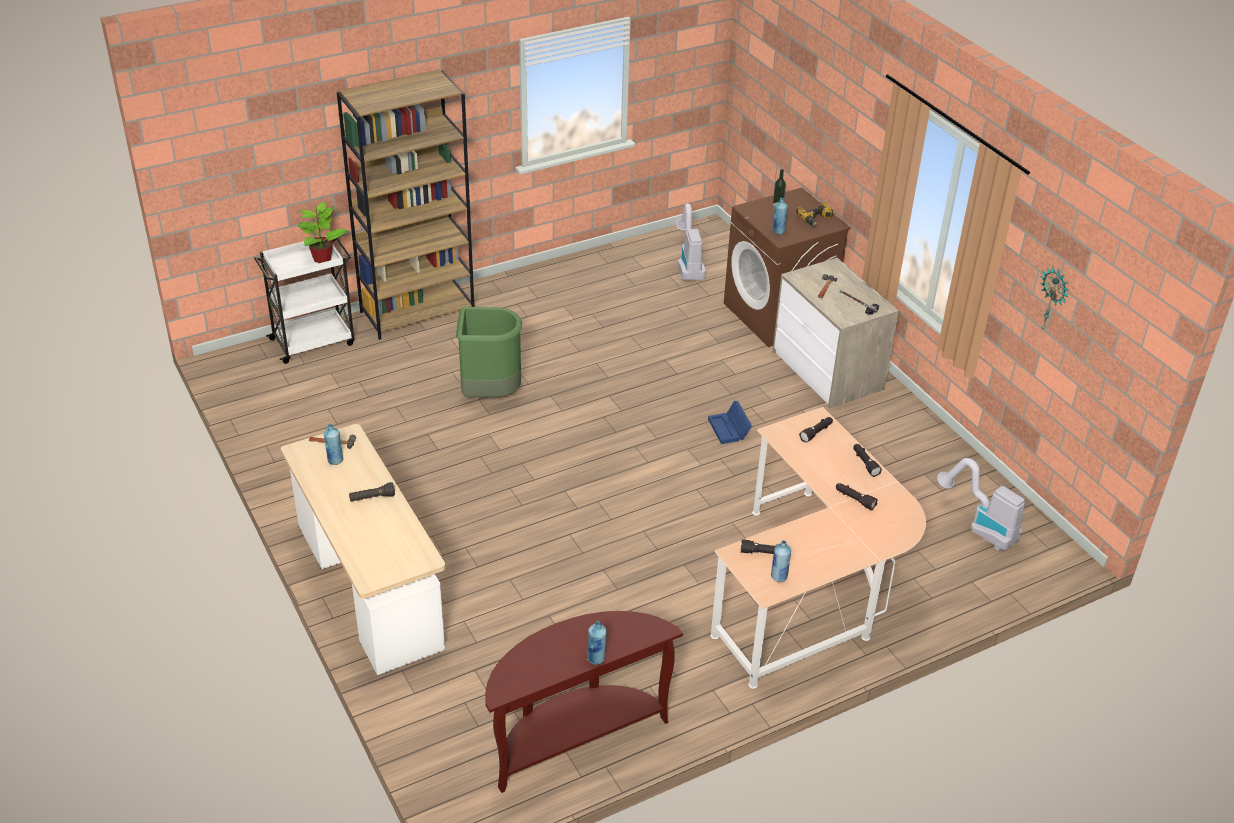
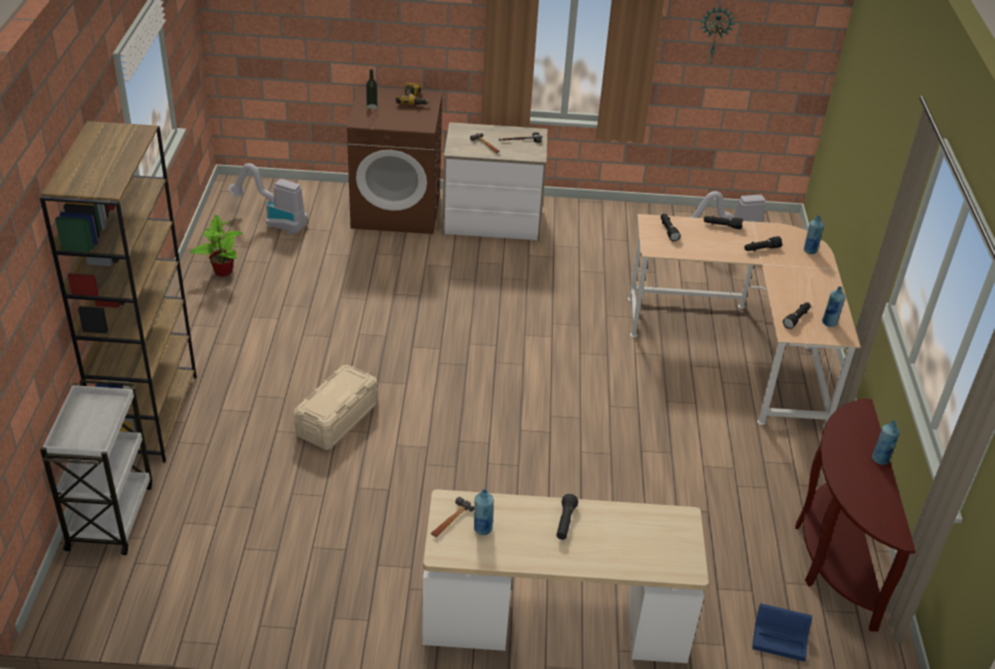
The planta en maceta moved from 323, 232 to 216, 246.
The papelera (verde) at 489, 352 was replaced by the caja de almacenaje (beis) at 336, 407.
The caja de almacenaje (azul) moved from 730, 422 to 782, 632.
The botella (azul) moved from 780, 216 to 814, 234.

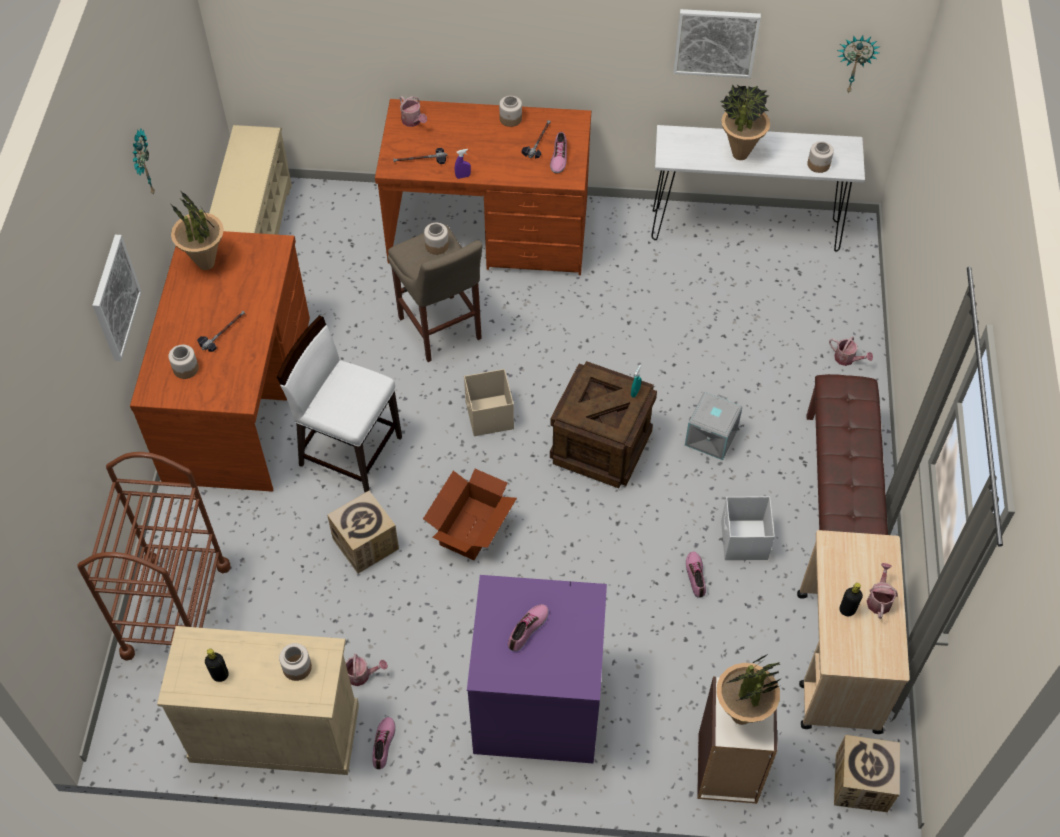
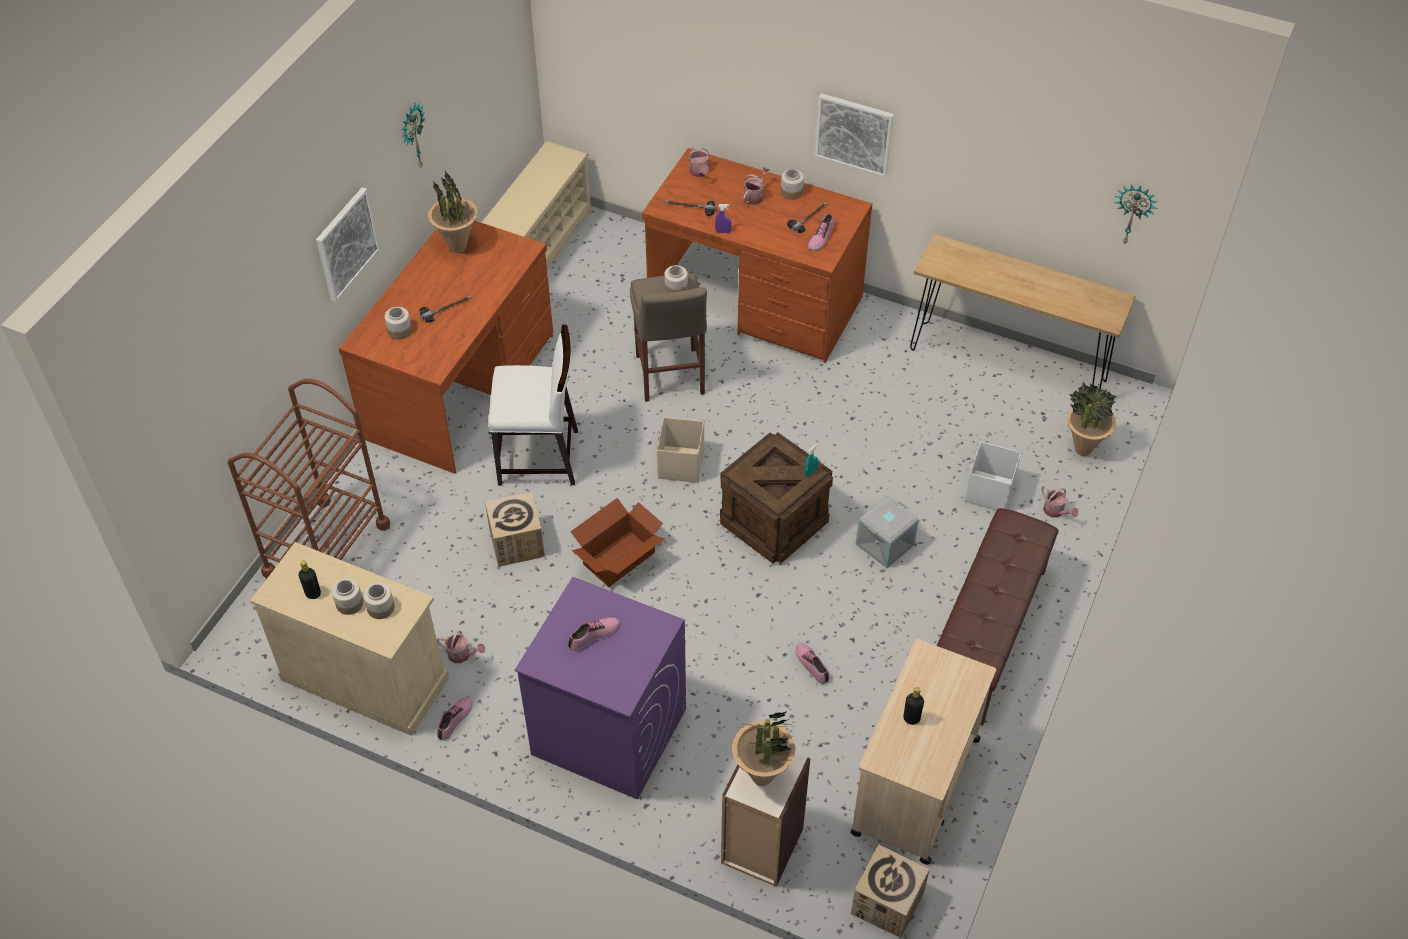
The tarro moved from 820, 157 to 347, 596.
The silla (blanco) at 339, 404 turned 135 degrees clockwise.
The regadera moved from 882, 591 to 756, 186.
The zapato at 696, 574 turned 45 degrees counterclockwise.
The cuadro moved from 717, 43 to 854, 135.
The mesa consola (blanco) at 758, 188 became the mesa consola (marrón) at 1023, 311.
The caja de almacenaje (blanco) moved from 748, 528 to 992, 476.
The planta en maceta moved from 745, 122 to 1092, 419.

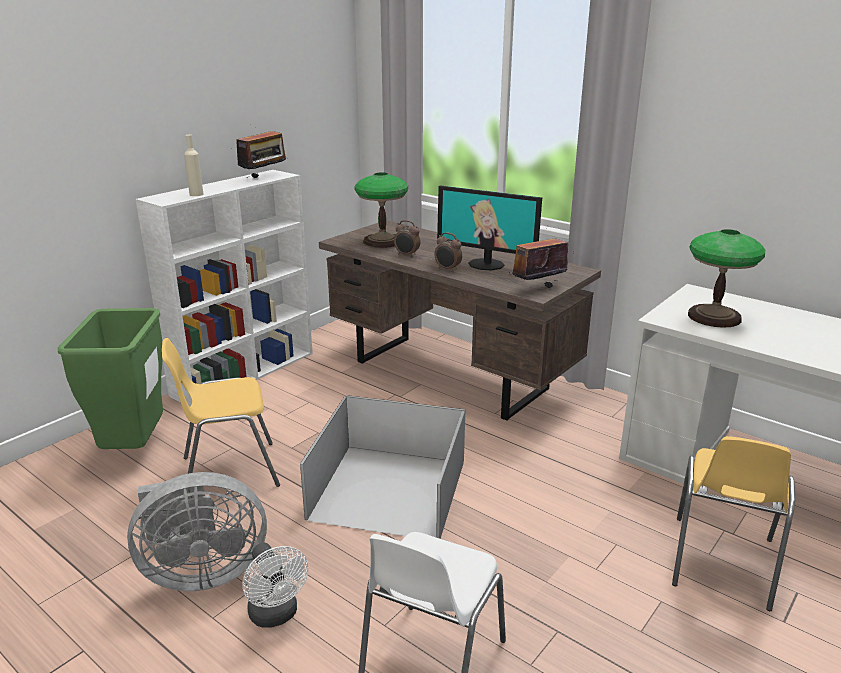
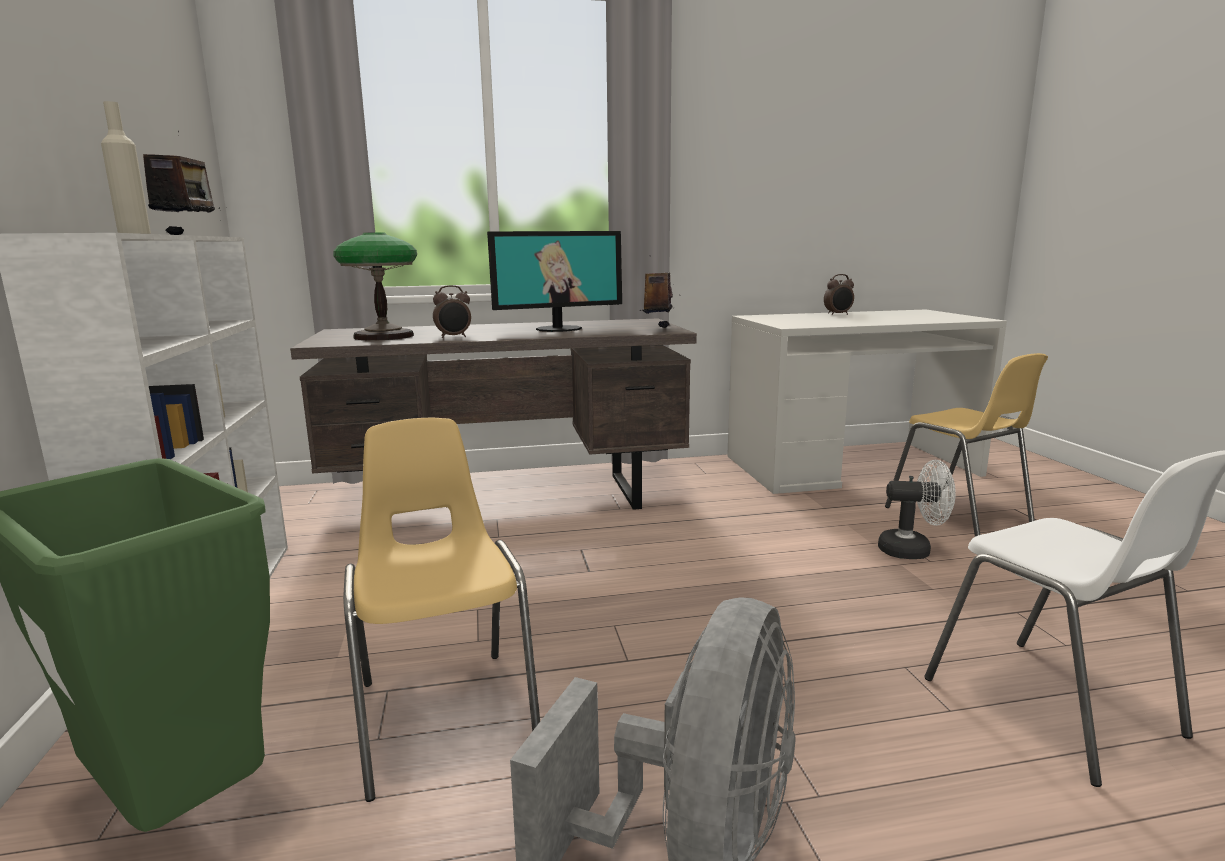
The silla (amarillo) at 221, 412 turned 135 degrees clockwise.
The despertador moved from 448, 252 to 839, 294.
The ventilador (blanco) moved from 275, 585 to 917, 509.
The caja de almacenaje (gris) at 382, 467 disappeared.
The lámpara de mesa at 726, 278 disappeared.

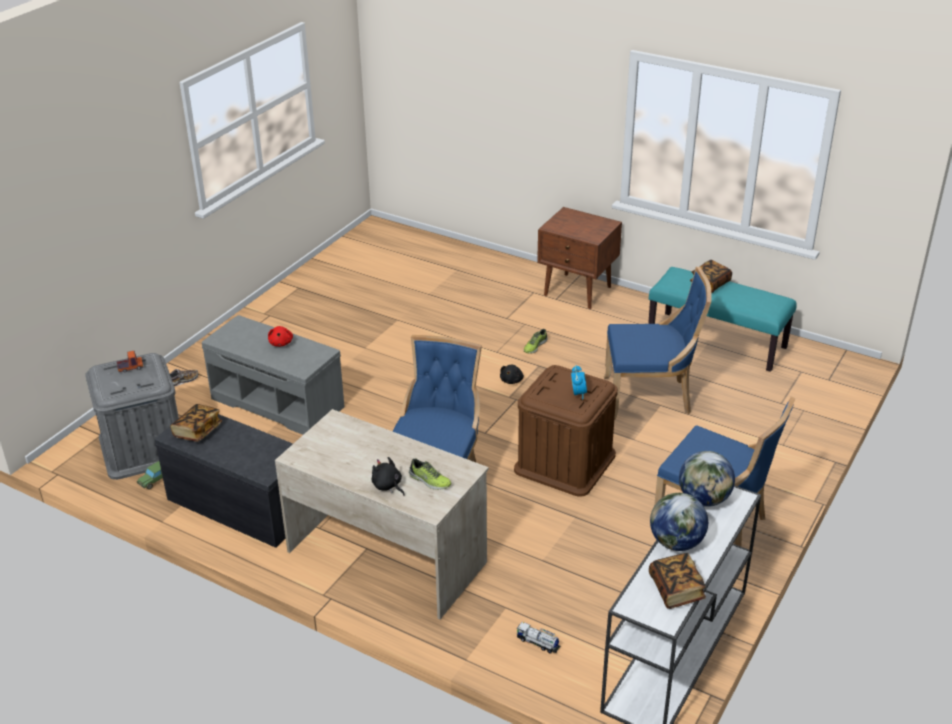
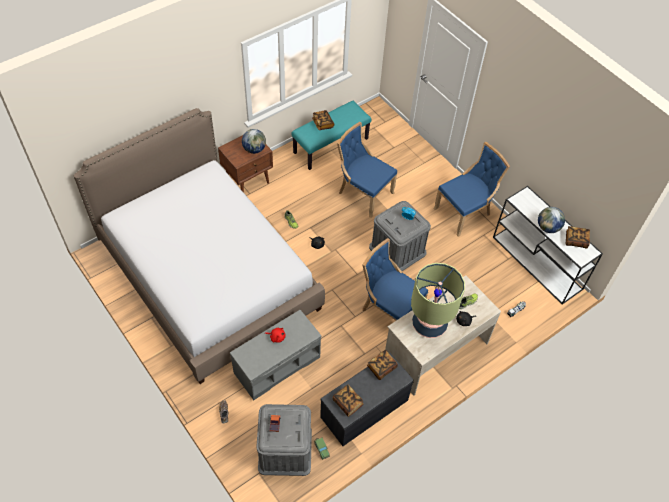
The cama at 199, 246 appeared.
The globo terráqueo moved from 707, 479 to 254, 141.
The silla (azul) at 658, 343 turned 75 degrees counterclockwise.
The libro at 382, 365 appeared.
The caja de almacenaje (marrón) at 566, 431 became the caja de almacenaje (gris) at 400, 236.
The lámpara de mesa at 438, 300 appeared.

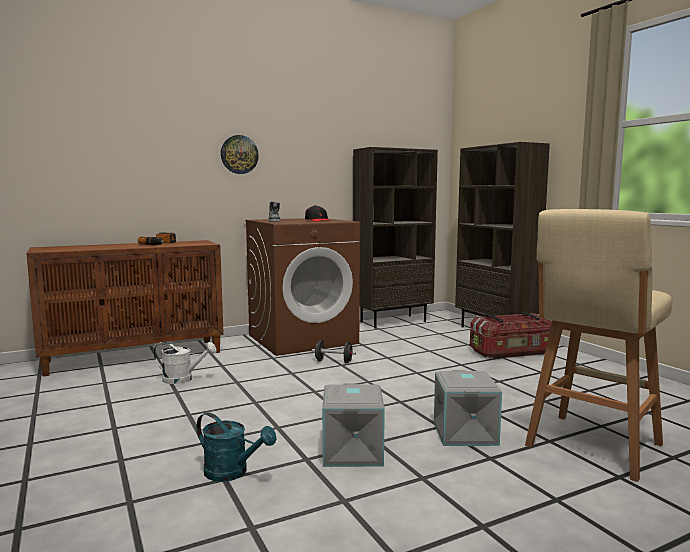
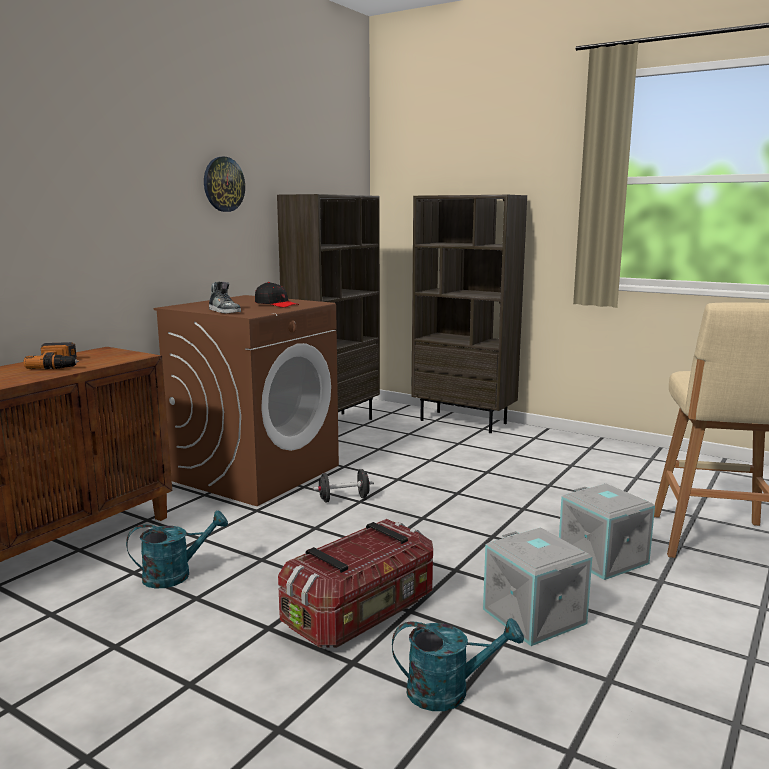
The regadera (blanco) at 184, 363 became the regadera (turquesa) at 177, 549.
The reloj de pared moved from 240, 154 to 224, 184.
The caja de almacenaje moved from 511, 335 to 355, 583.

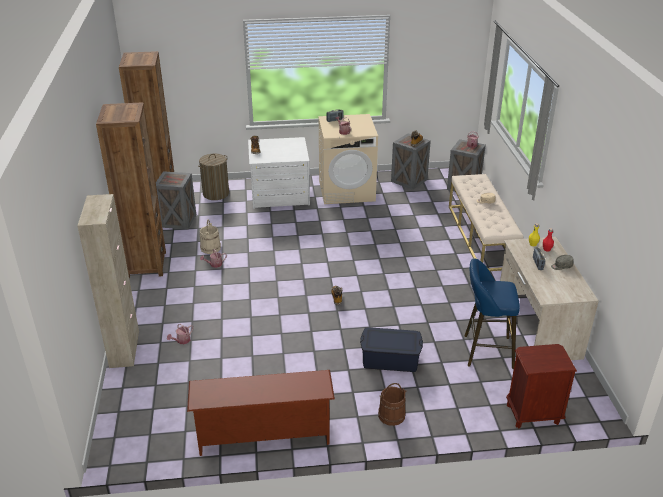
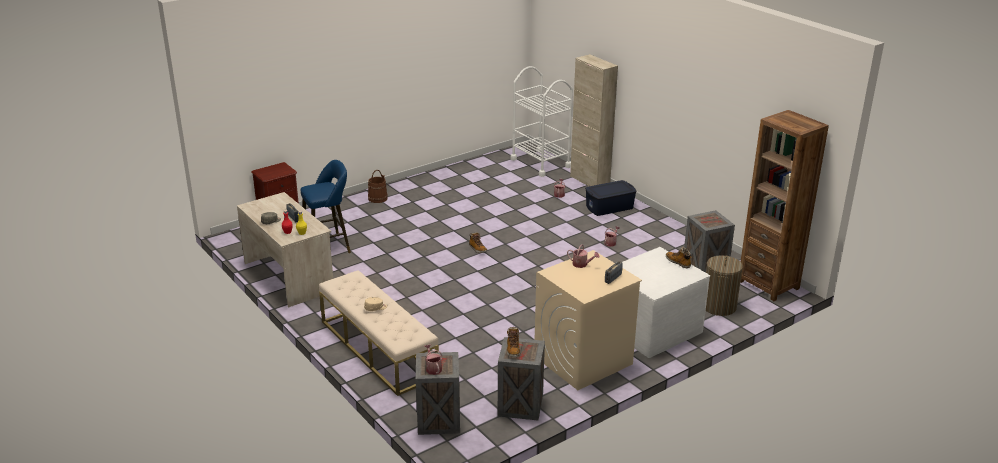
The carrito (blanco) at 541, 121 appeared.
The caja de almacenaje (azul) moved from 391, 349 to 611, 198.
The estantería (marrón) at 131, 190 disappeared.
The zapatero (marrón) at 261, 413 disappeared.
The cubo (beis) at 210, 236 disappeared.

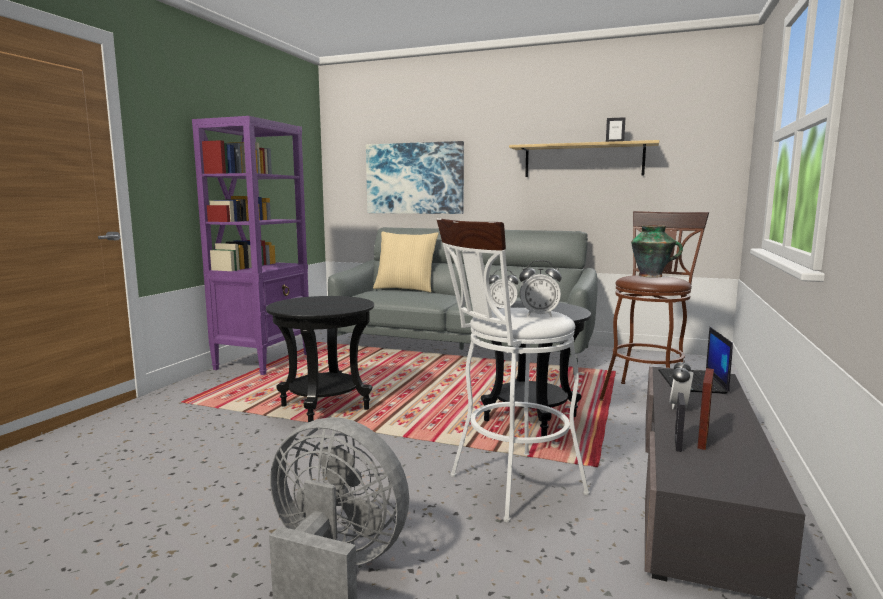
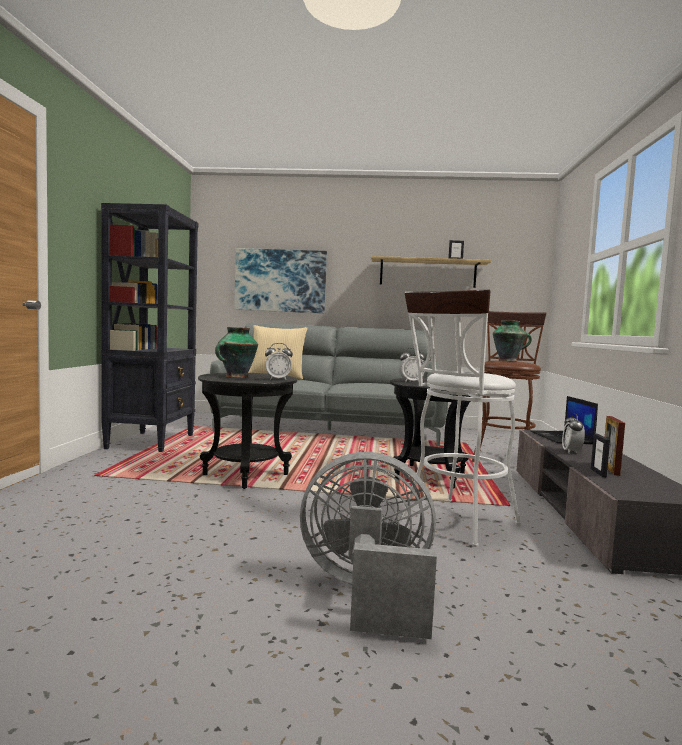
The estantería (morado) at 250, 245 became the estantería (negro) at 149, 327.
The florero at 236, 352 appeared.
The despertador moved from 540, 288 to 279, 361.

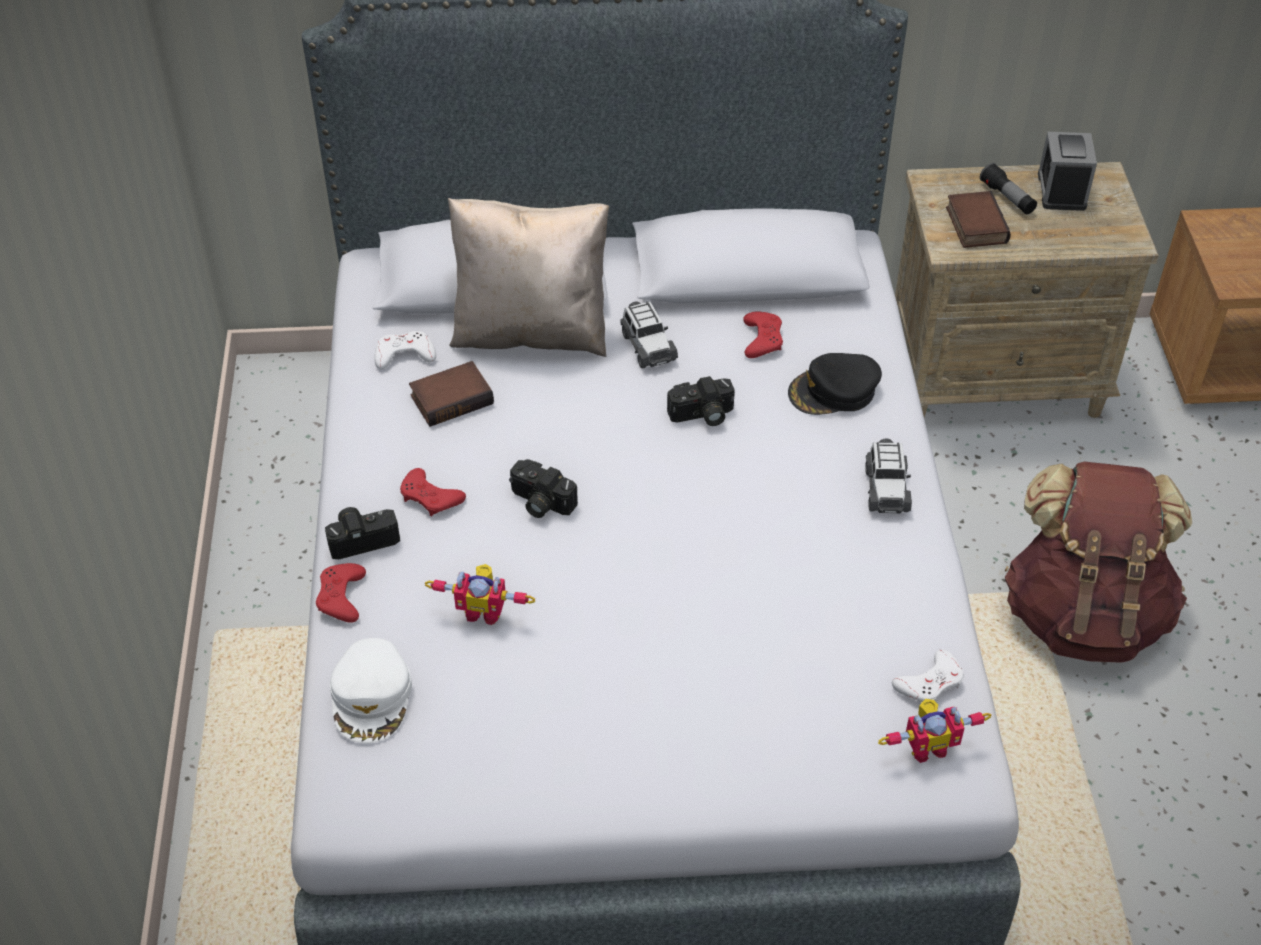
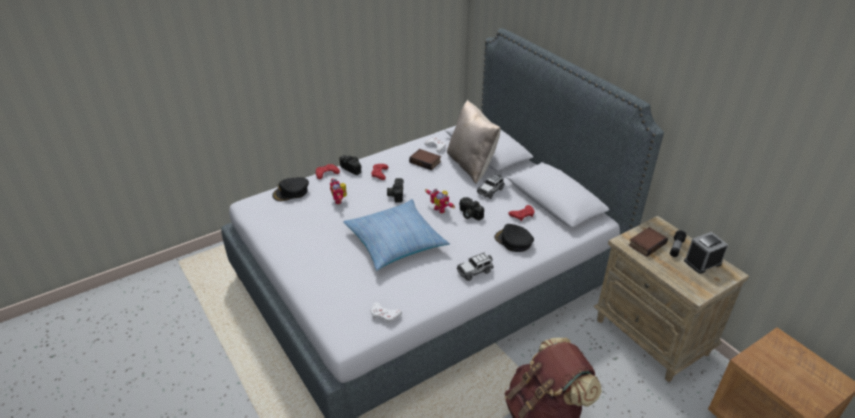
The gorra (blanco) at 371, 690 became the gorra (negro) at 290, 189.
The cojín at 396, 234 appeared.
The robot de juguete moved from 935, 731 to 440, 201.

